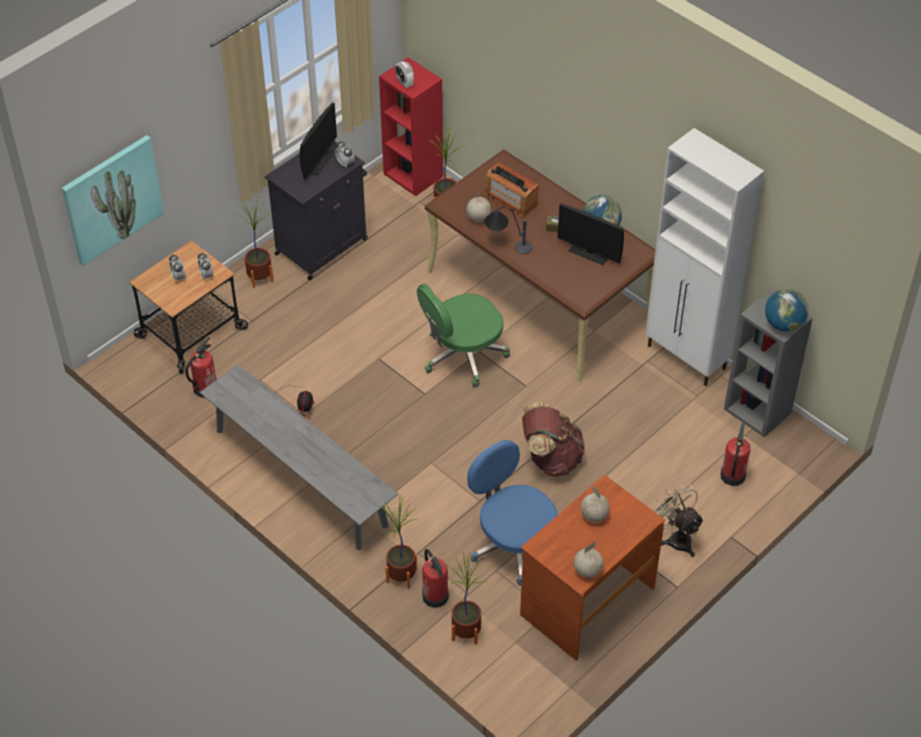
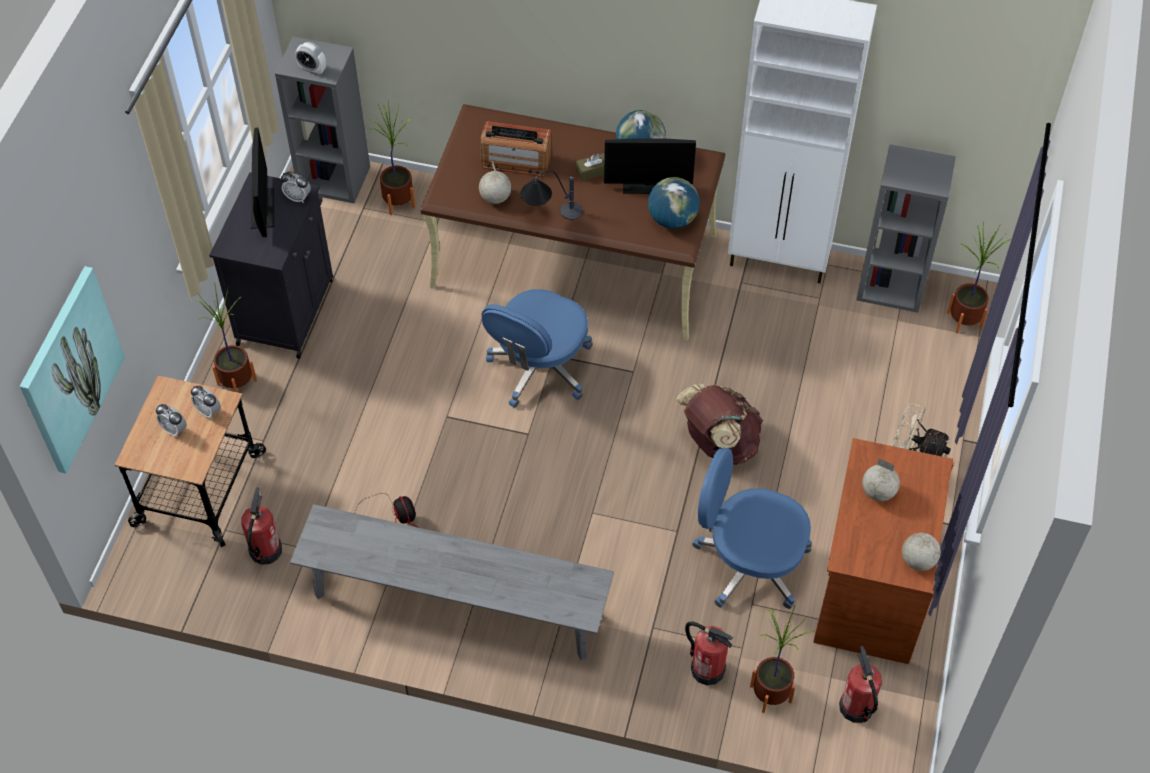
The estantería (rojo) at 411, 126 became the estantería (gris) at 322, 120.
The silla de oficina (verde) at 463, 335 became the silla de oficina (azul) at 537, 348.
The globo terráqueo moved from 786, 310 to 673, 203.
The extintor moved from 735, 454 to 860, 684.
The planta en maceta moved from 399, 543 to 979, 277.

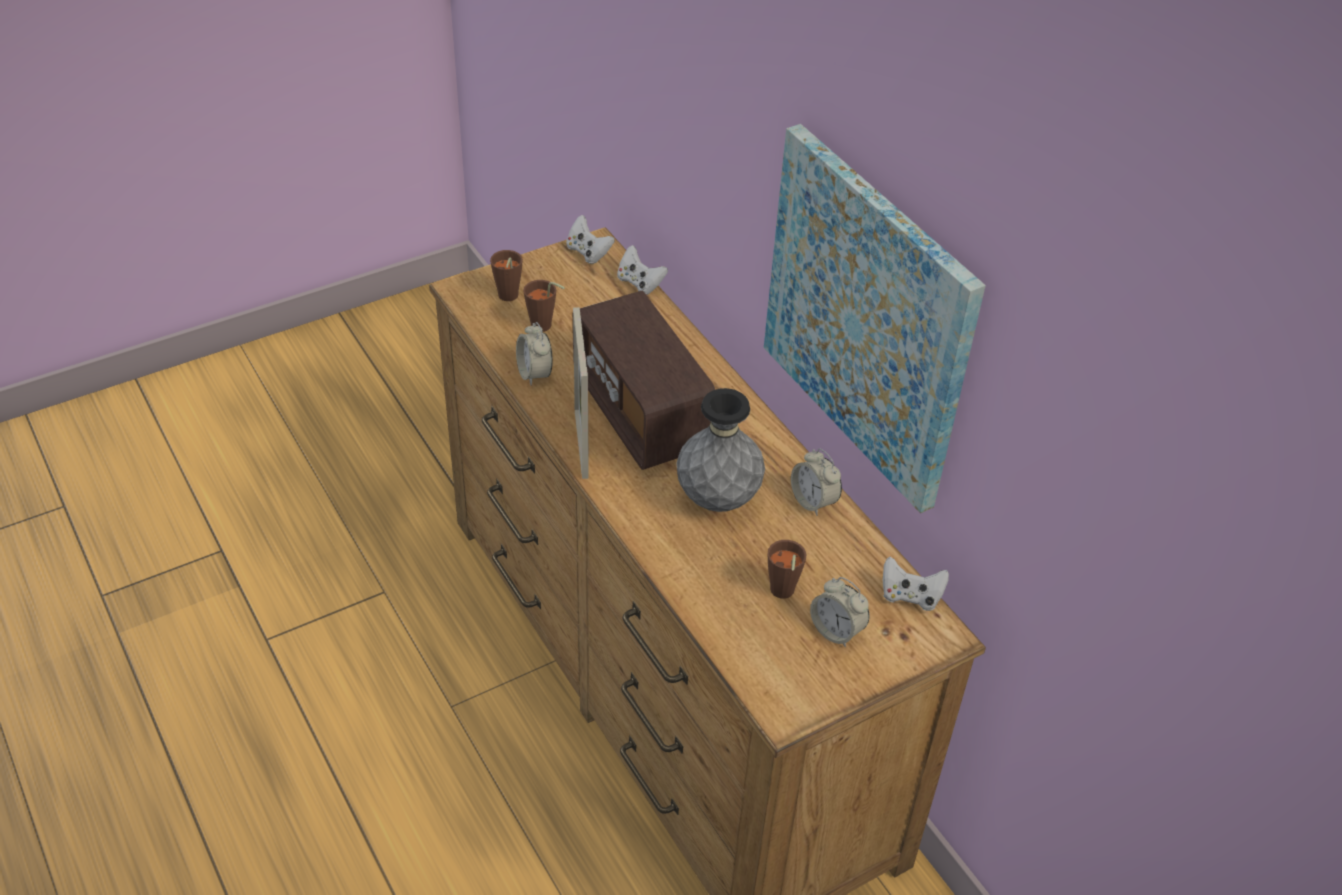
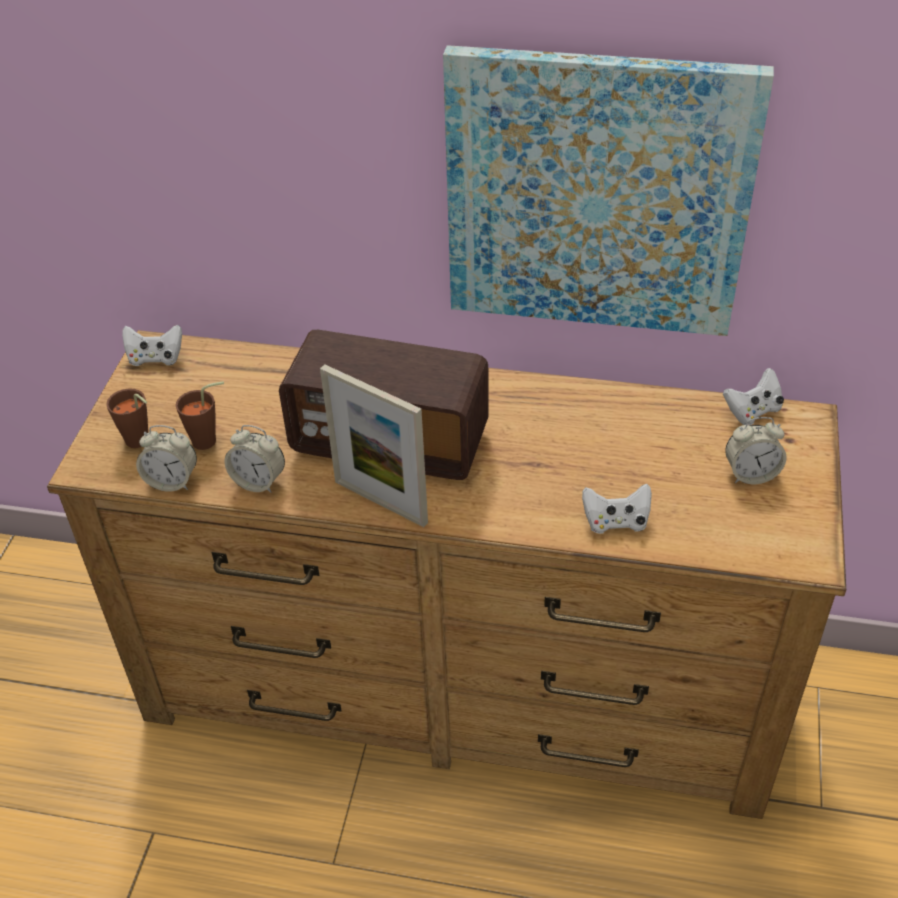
The despertador moved from 816, 482 to 166, 458.
The mando de consola (blanco) moved from 642, 270 to 617, 509.
The florero (gris) at 720, 450 disappeared.
The taza (marrón) at 787, 569 disappeared.

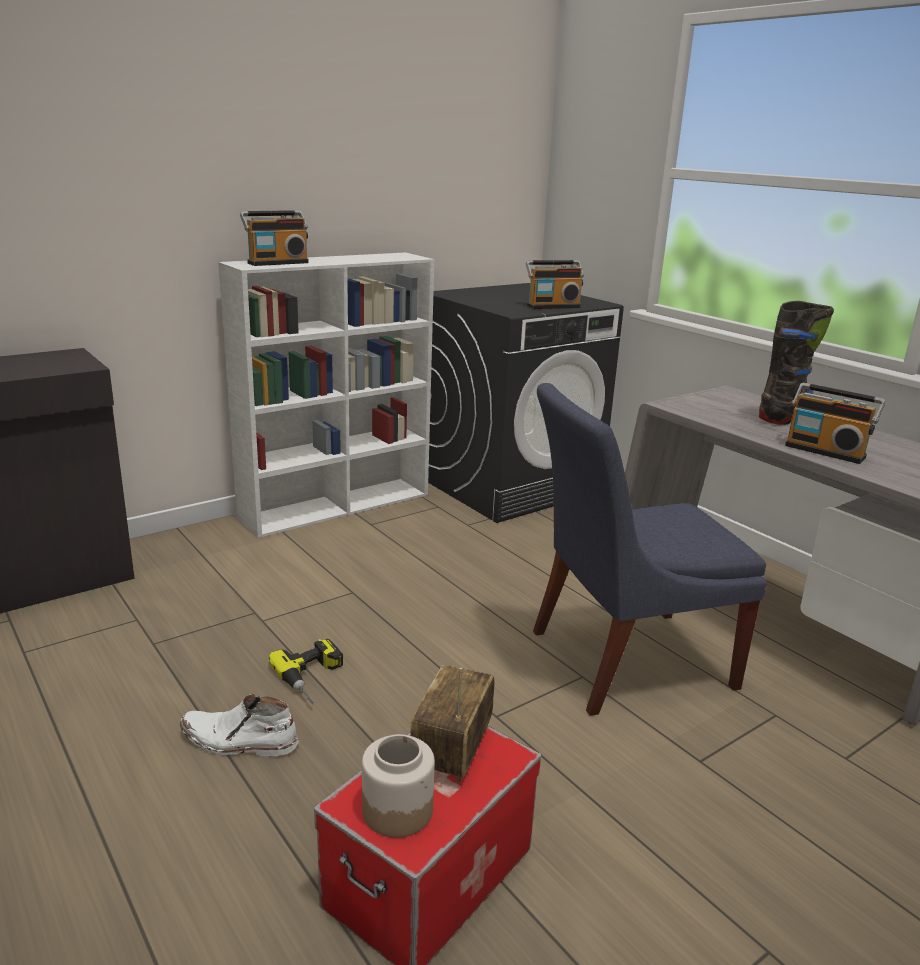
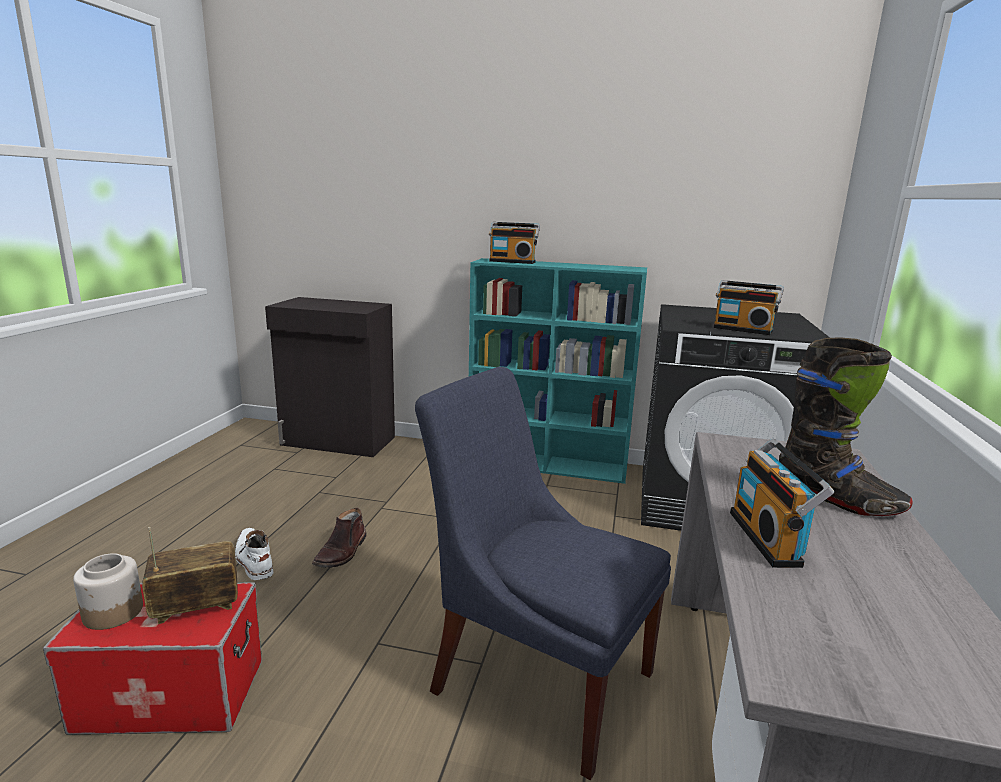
The taladro at 306, 671 was replaced by the bota (marrón) at 339, 538.
The estantería (blanco) at 326, 395 became the estantería (turquesa) at 558, 371.

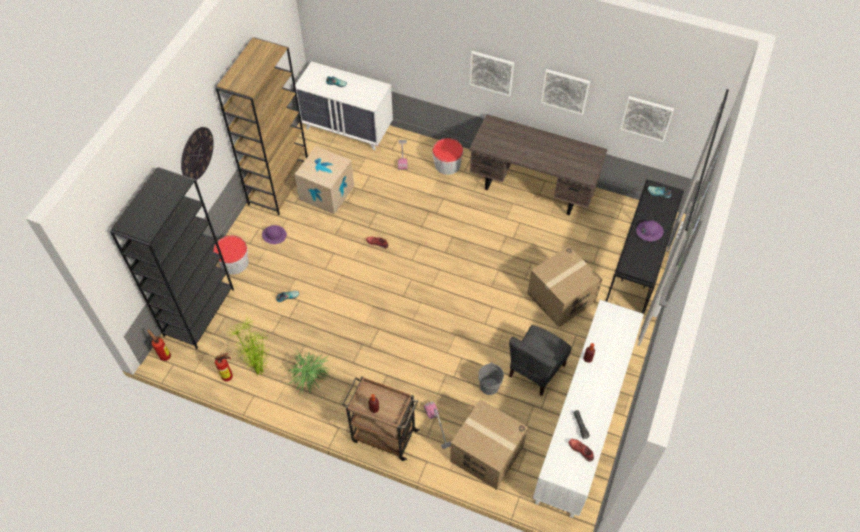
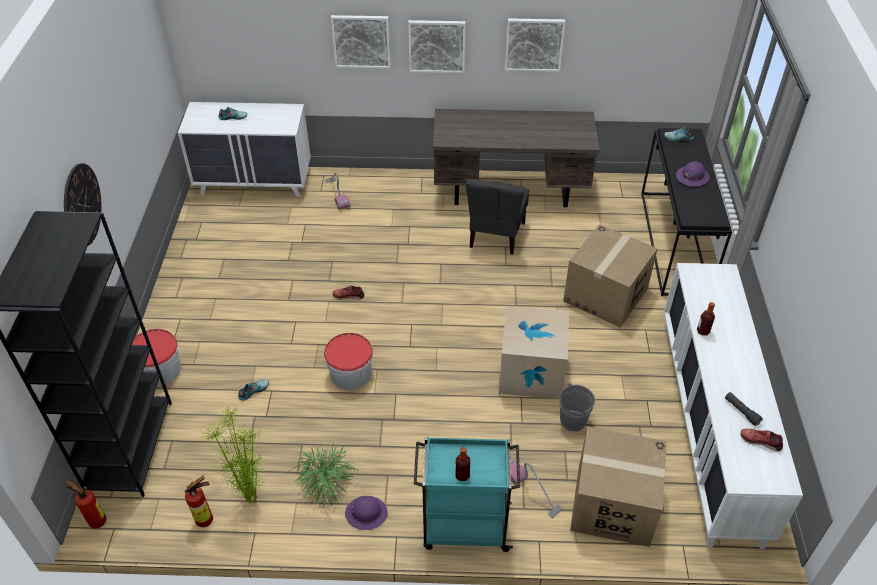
The cubo moved from 447, 156 to 348, 361.
The cuadro moved from 647, 119 to 360, 41.
The casco (morado) moved from 274, 234 to 366, 513.
The carrito (marrón) at 381, 418 became the carrito (turquesa) at 467, 494.
The silla (gris) moved from 540, 360 to 497, 217.
The caja de cartón moved from 324, 180 to 534, 352.
The estantería (marrón) at 262, 126 disappeared.

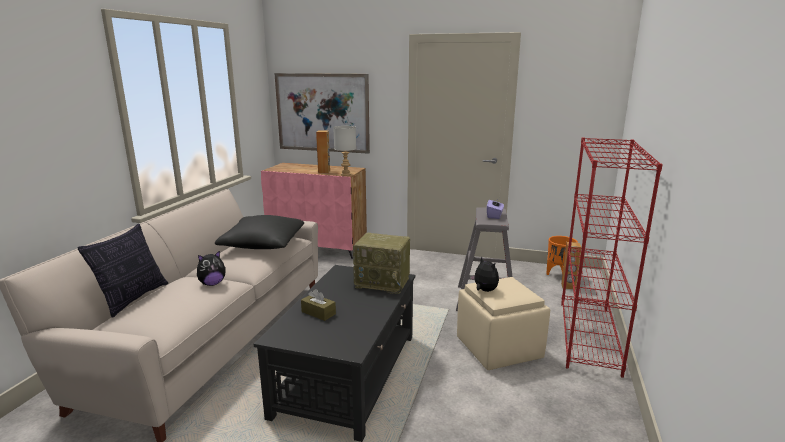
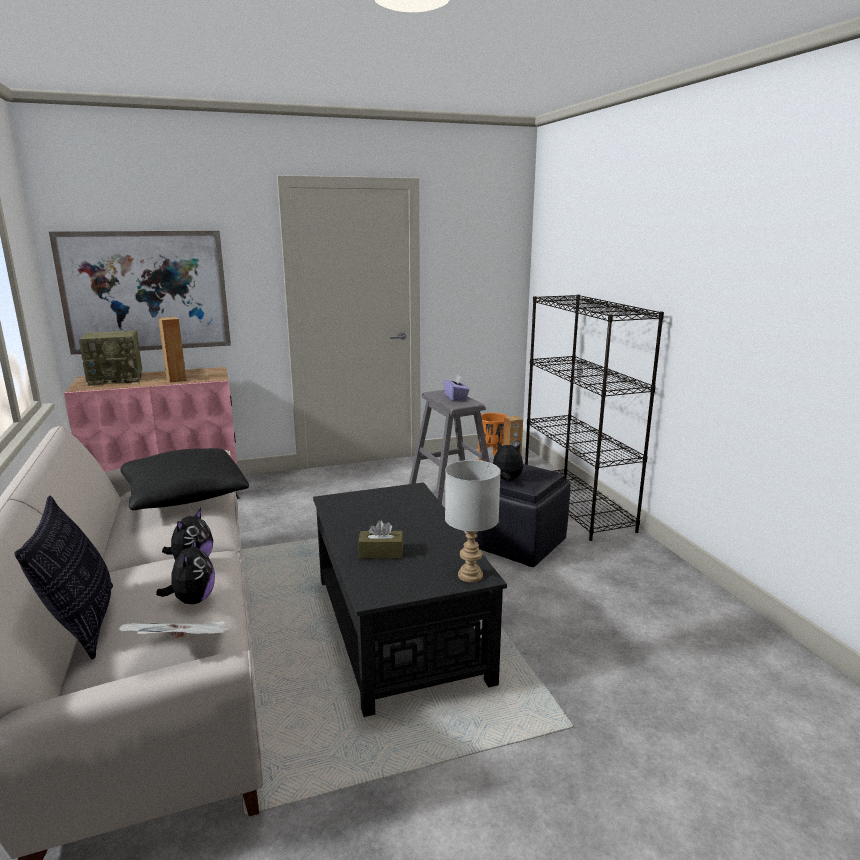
The radio moved from 381, 263 to 110, 358.
The periódico at 174, 629 appeared.
The peluche at 185, 570 appeared.
The lámpara de mesa (gris) moved from 344, 151 to 473, 521.
The puf (beis) at 503, 323 became the puf (negro) at 522, 515.
The estantería (rojo) at 612, 258 became the estantería (negro) at 594, 417.

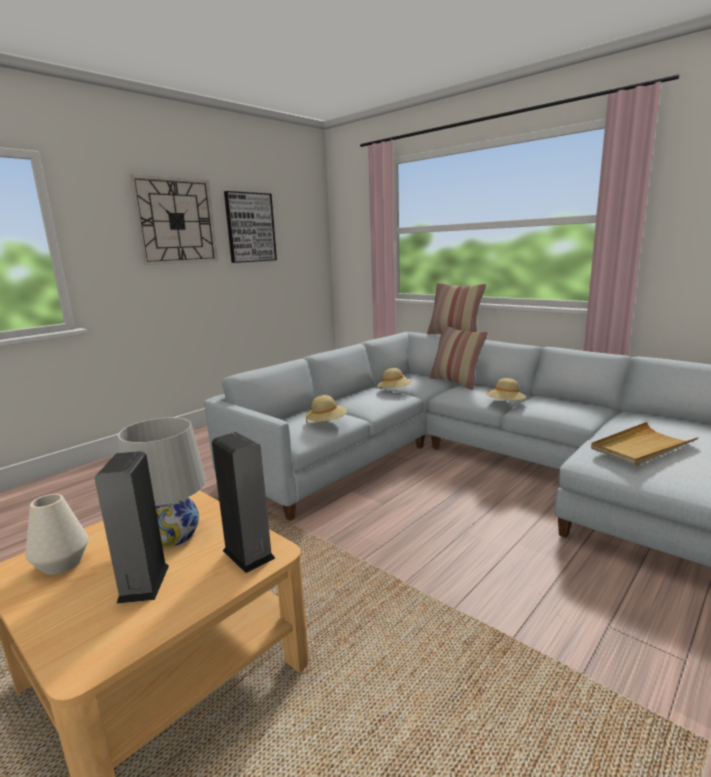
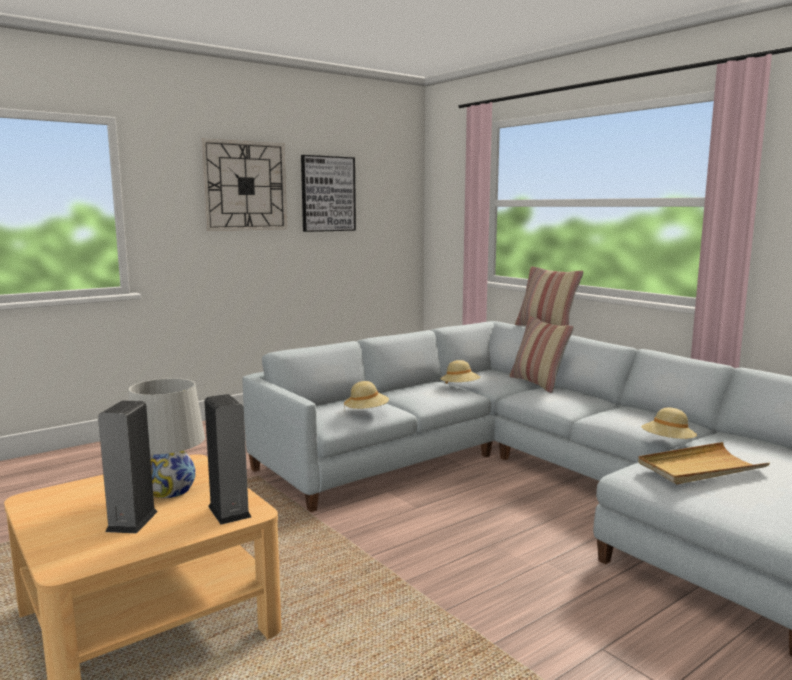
The sombrero (beis) moved from 506, 389 to 669, 423.
The florero (blanco) at 56, 534 disappeared.

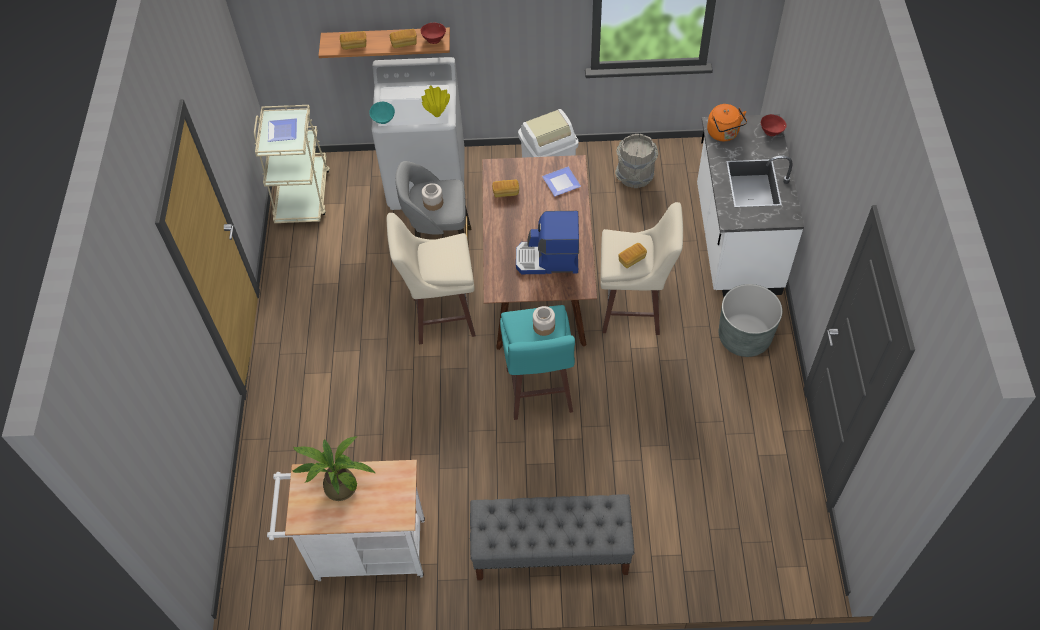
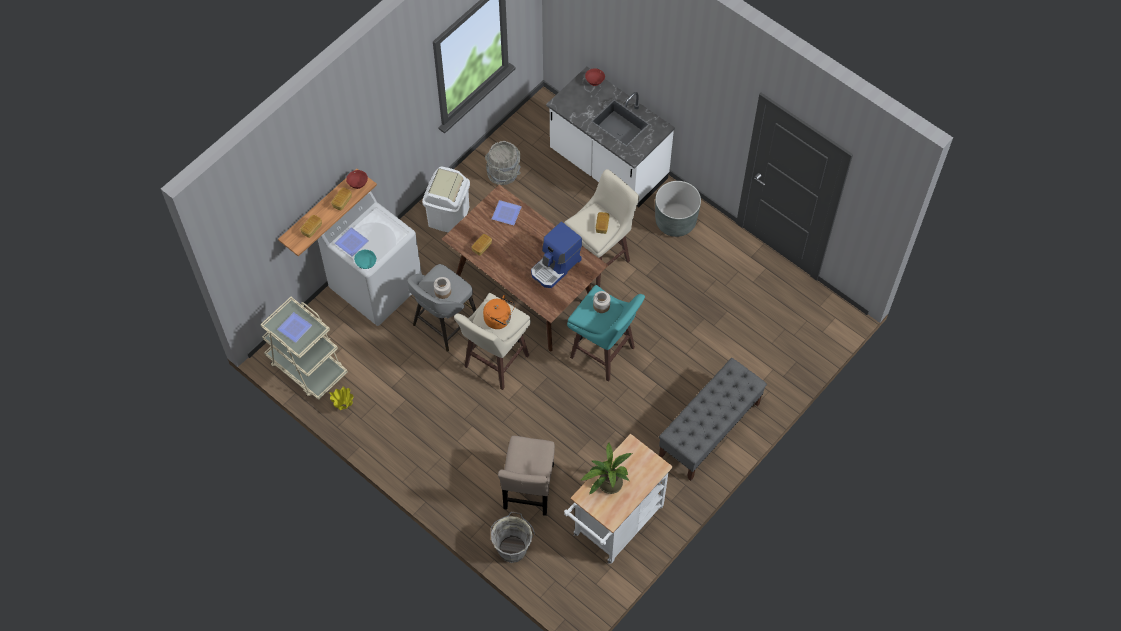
The florero (amarillo) moved from 435, 101 to 342, 398.
The plato at 352, 242 appeared.
The hervidor (naranja) moved from 727, 122 to 499, 312.
The cubo (gris) at 513, 537 appeared.
The silla (beis) at 526, 476 appeared.

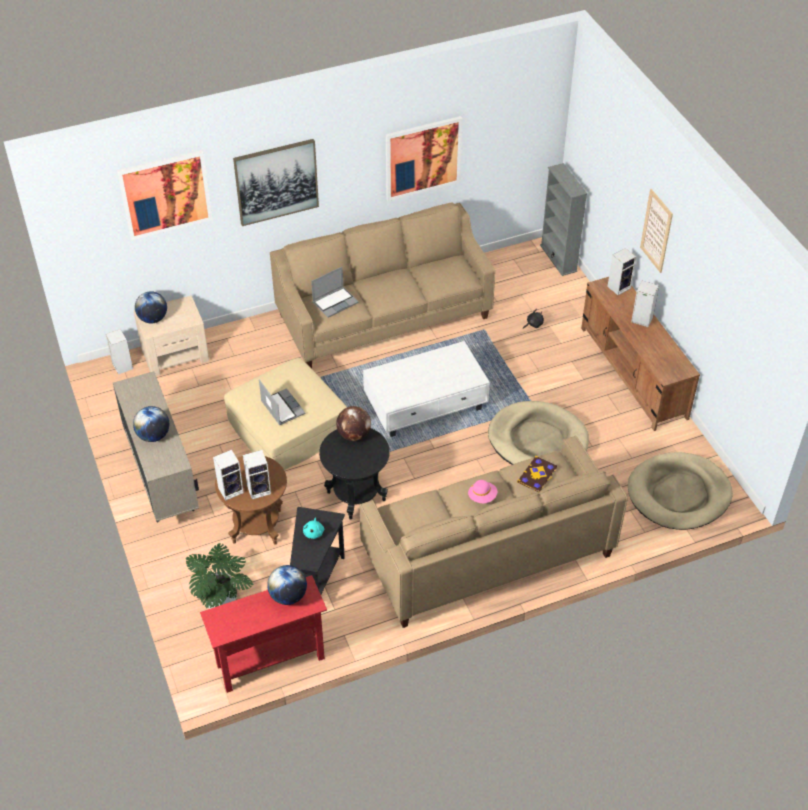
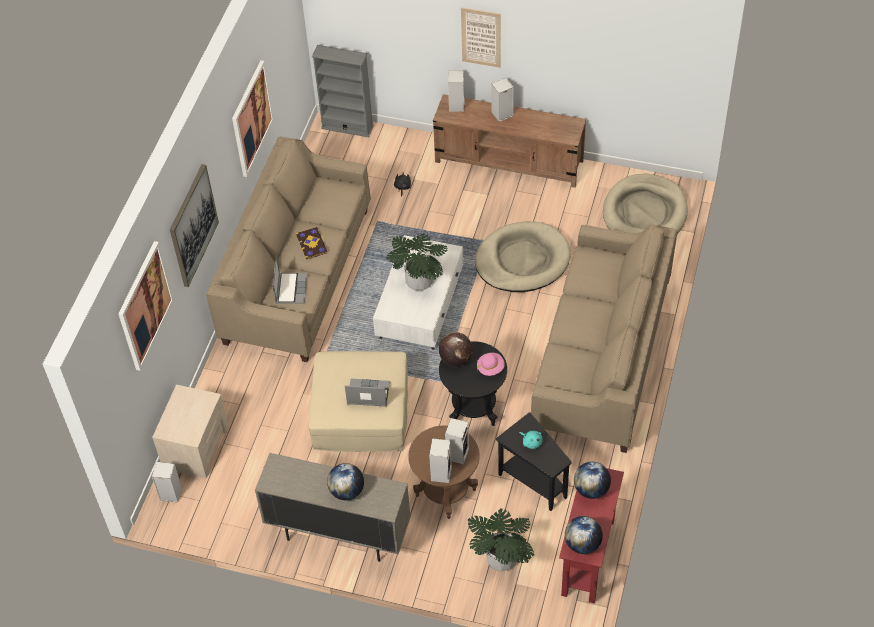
The libro moved from 537, 474 to 312, 243.
The planta en maceta at 416, 261 appeared.
The sombrero (rosa) moved from 483, 491 to 491, 364.
The globo terráqueo moved from 151, 307 to 584, 535.

